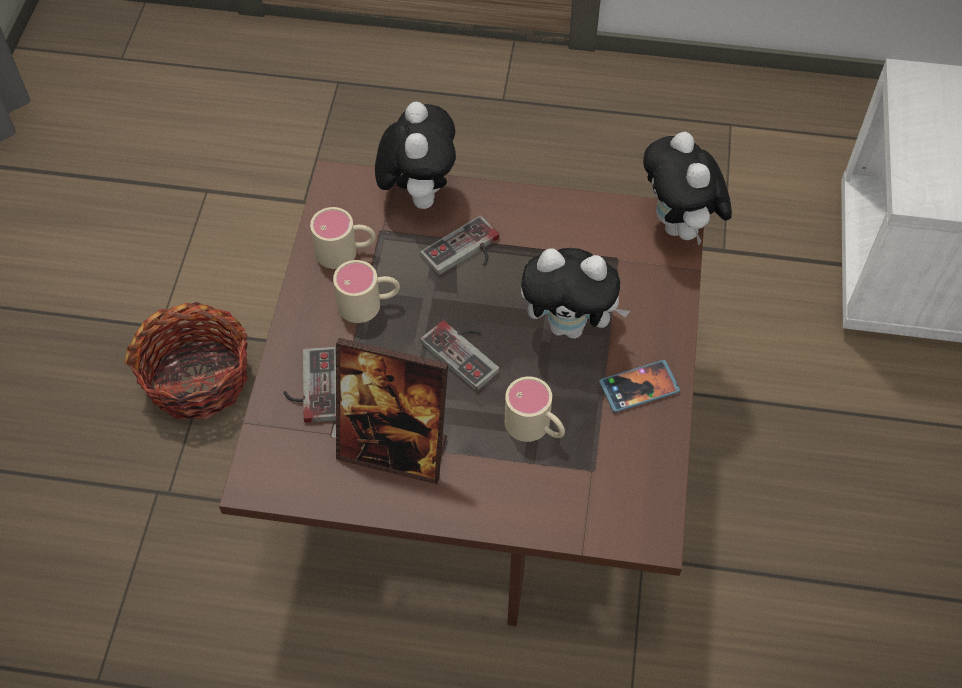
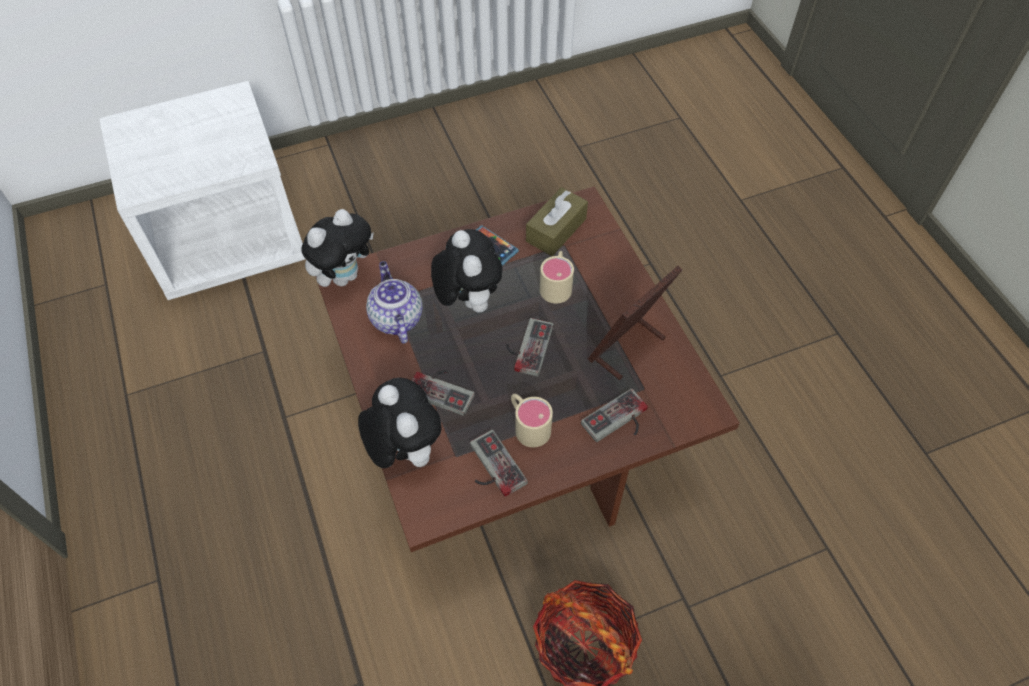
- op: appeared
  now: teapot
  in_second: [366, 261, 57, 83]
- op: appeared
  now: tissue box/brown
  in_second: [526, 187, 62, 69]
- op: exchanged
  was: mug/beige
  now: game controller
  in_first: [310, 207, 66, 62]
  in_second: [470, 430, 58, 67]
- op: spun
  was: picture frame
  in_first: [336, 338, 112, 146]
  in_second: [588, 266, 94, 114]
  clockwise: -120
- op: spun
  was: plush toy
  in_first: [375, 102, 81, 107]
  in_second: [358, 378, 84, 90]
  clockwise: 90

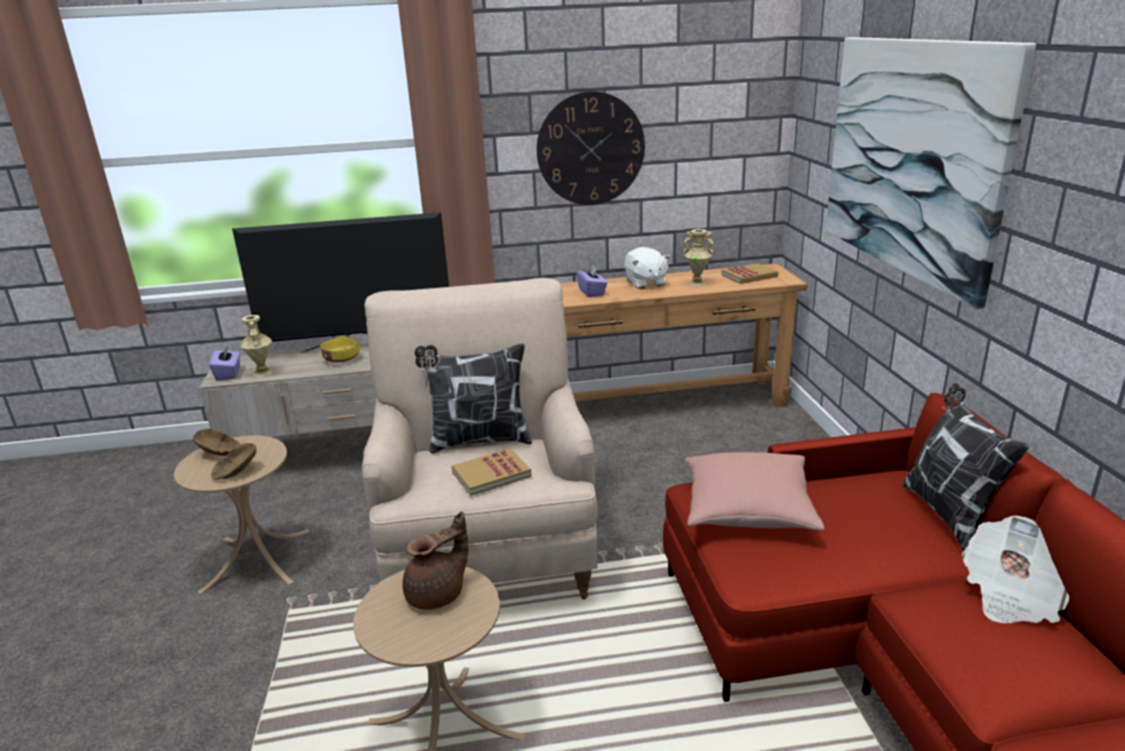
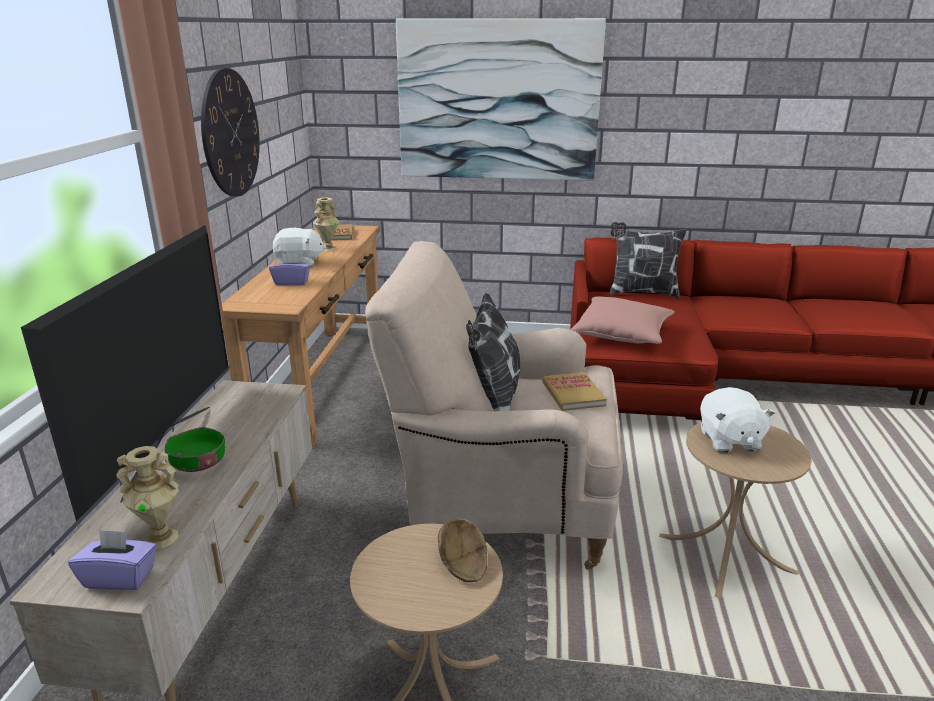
- op: missing
  was: bowl/brown
  in_first: [193, 428, 48, 28]
- op: missing
  was: newspaper
  in_first: [962, 516, 107, 107]
- op: exchanged
  was: teapot/brown
  now: plush toy/white
  in_first: [402, 511, 67, 99]
  in_second: [700, 387, 75, 66]
- op: colour
  was: bowl/yellow
  now: bowl/green
  in_first: [320, 335, 40, 27]
  in_second: [165, 427, 60, 45]

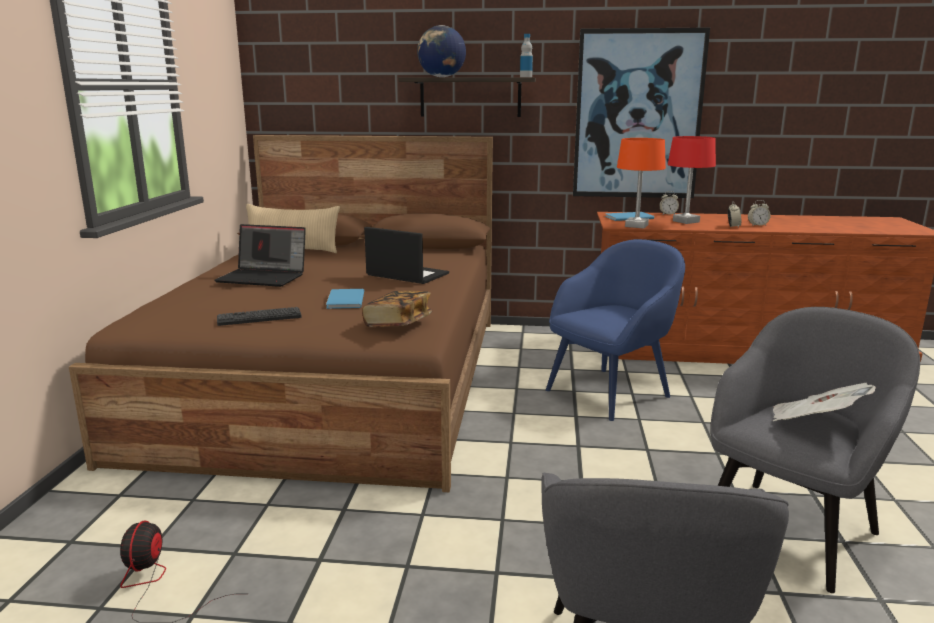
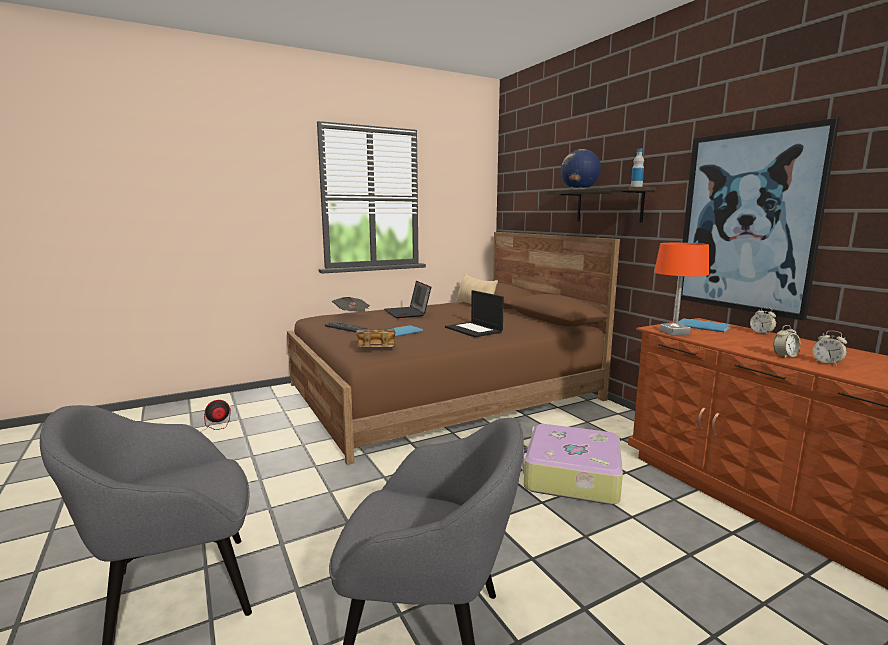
- op: missing
  was: table lamp/red
  in_first: [668, 136, 48, 88]
- op: relocated
  was: newspaper
  in_first: [773, 383, 103, 38]
  in_second: [332, 297, 38, 15]
- op: exchanged
  was: armchair/blue
  now: suitcase
  in_first: [546, 239, 139, 182]
  in_second: [521, 424, 102, 81]
- op: spun
  was: laptop
  in_first: [364, 227, 85, 57]
  in_second: [445, 290, 59, 47]
  clockwise: 150

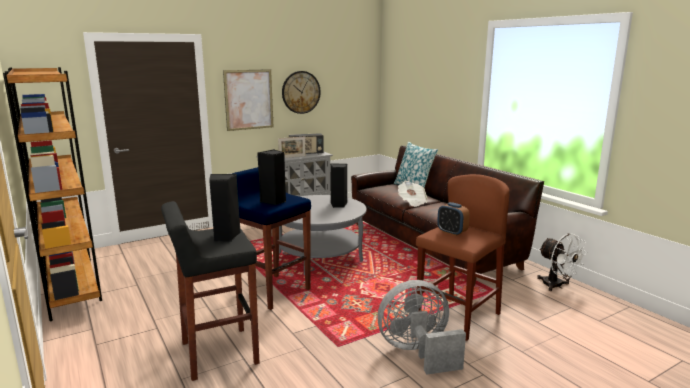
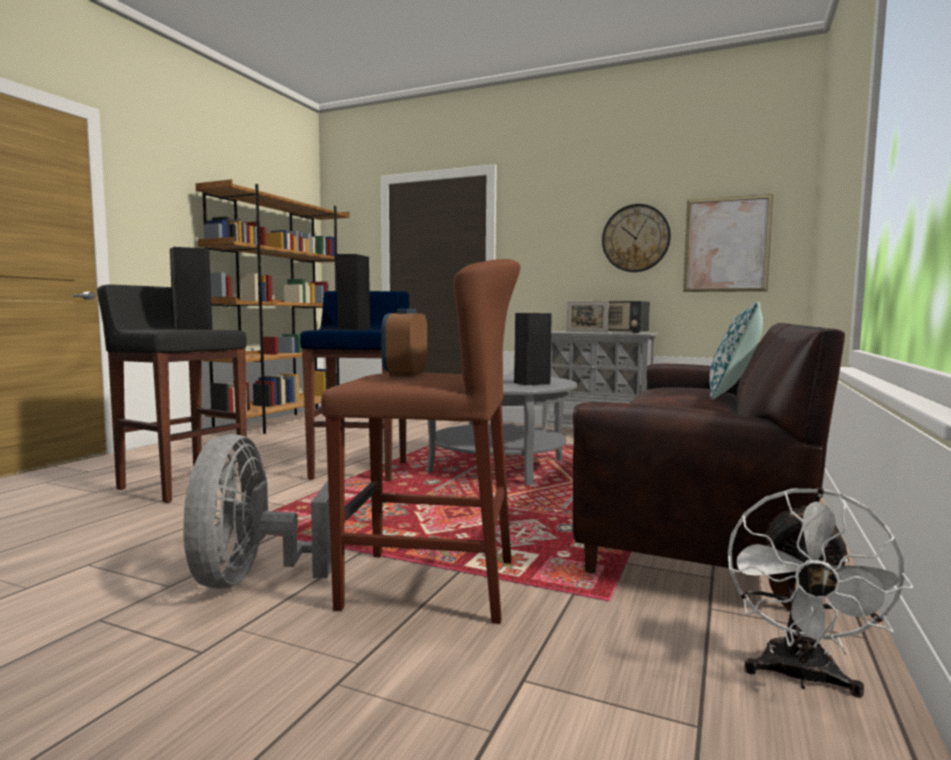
- op: missing
  was: newspaper
  in_first: [398, 181, 30, 26]
- op: relocated
  was: picture
  in_first: [223, 69, 50, 62]
  in_second: [683, 194, 91, 98]
- op: spun
  was: fan/grey
  in_first: [377, 280, 89, 95]
  in_second: [183, 434, 148, 155]
  clockwise: -135

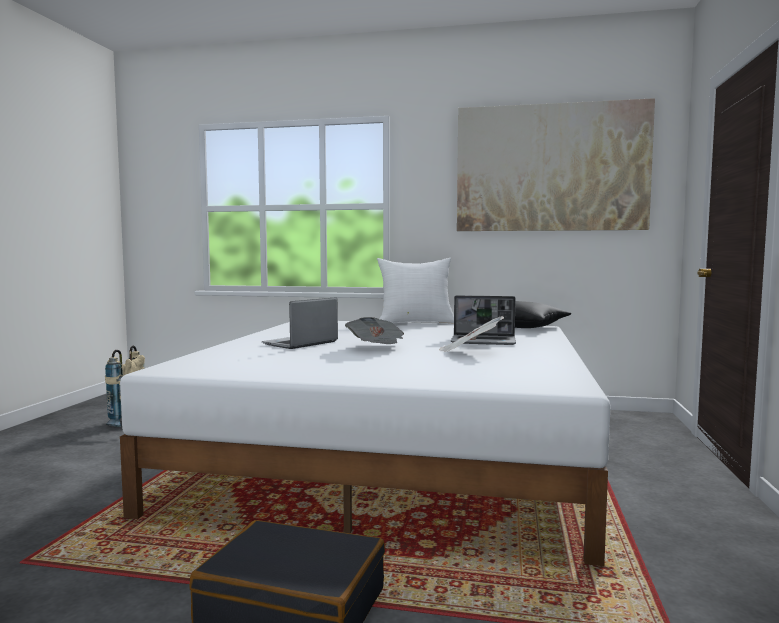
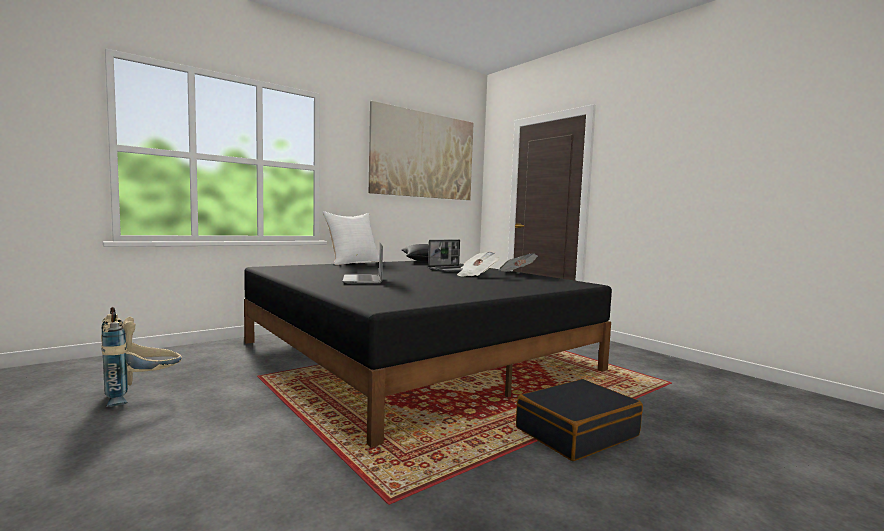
- op: relocated
  was: newspaper
  in_first: [345, 317, 59, 27]
  in_second: [498, 253, 40, 19]
- op: colour
  was: bed/white
  now: bed/black
  in_first: [120, 321, 491, 245]
  in_second: [244, 261, 368, 187]

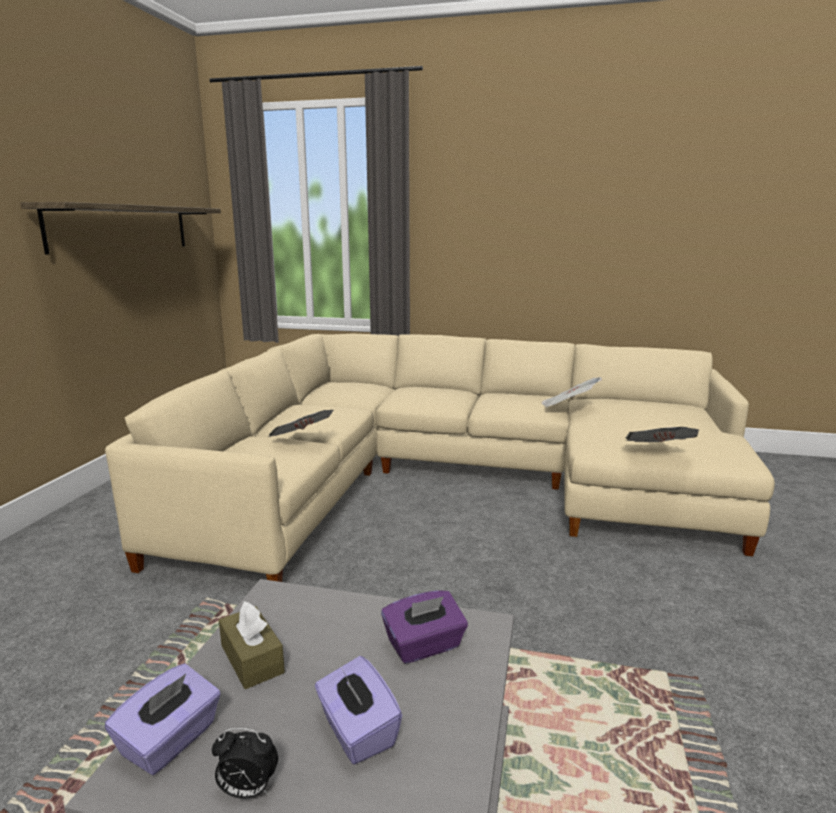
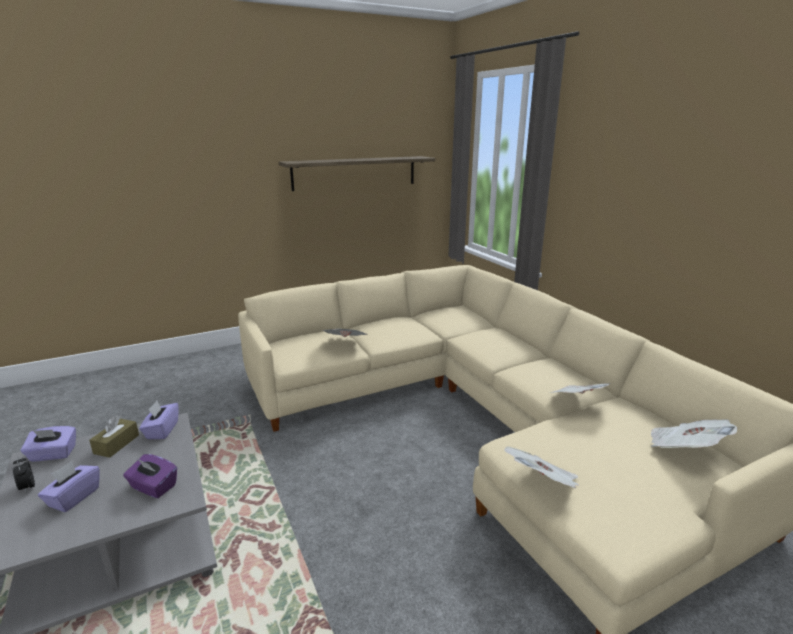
- op: appeared
  now: tissue box/purple
  in_second: [139, 401, 40, 38]
- op: appeared
  now: newspaper
  in_second: [651, 420, 87, 28]

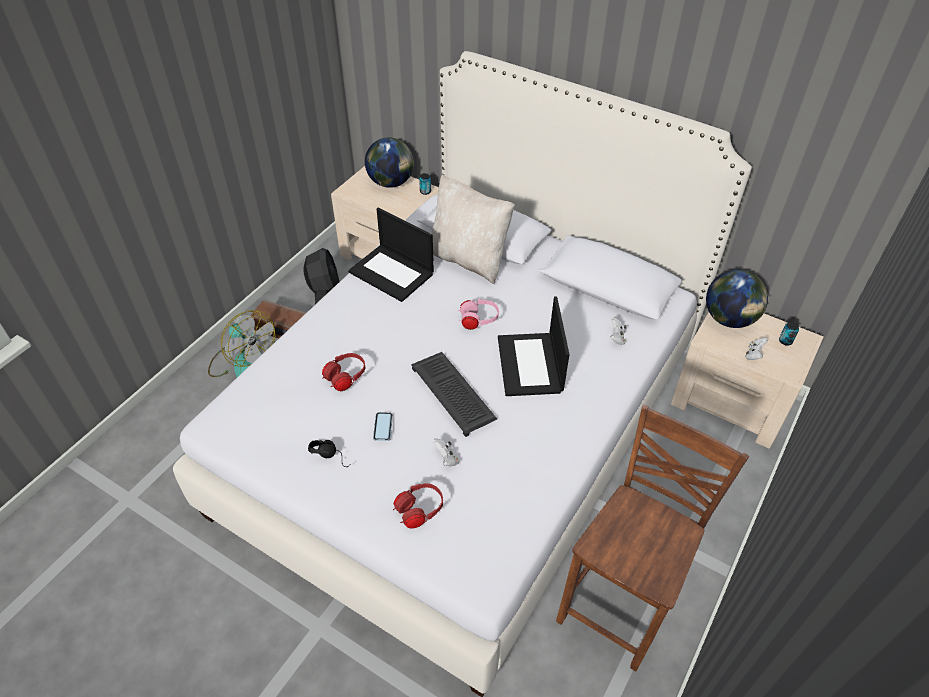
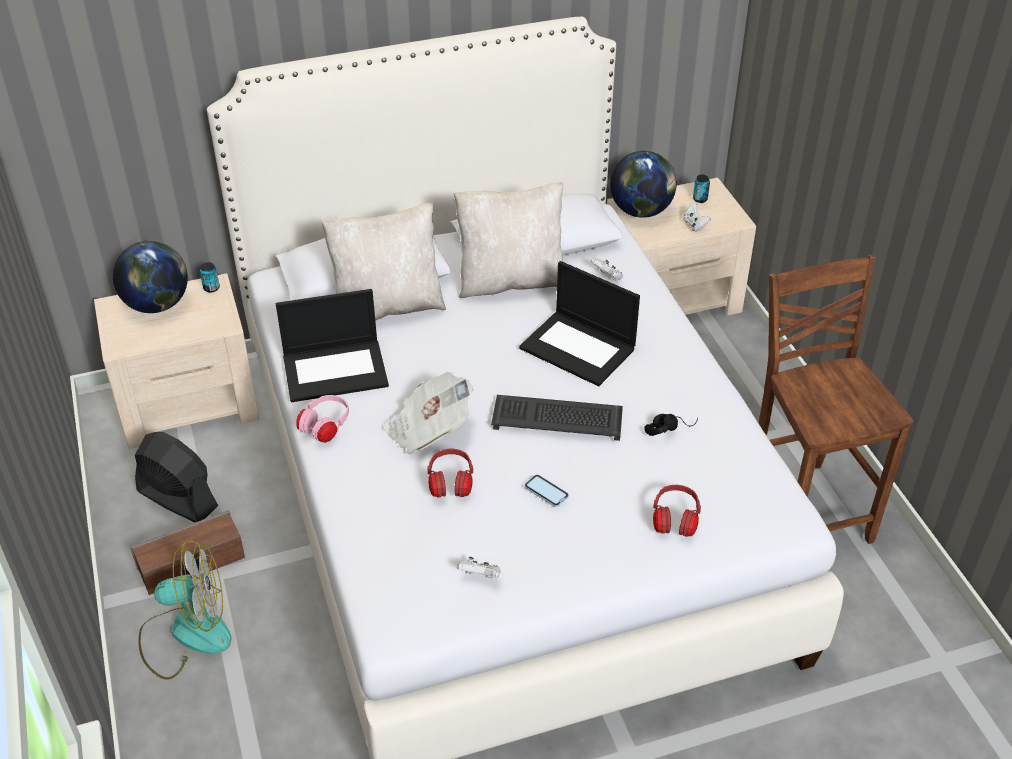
- op: appeared
  now: newspaper
  in_second: [383, 372, 90, 82]
- op: appeared
  now: pillow/beige
  in_second: [454, 182, 109, 116]
- op: relocated
  was: headphones/black
  in_first: [308, 440, 43, 27]
  in_second: [644, 414, 54, 22]
- op: relocated
  was: game controller/white
  in_first: [432, 438, 27, 28]
  in_second: [457, 557, 43, 21]
- op: relocated
  was: headphones/pink
  in_first: [458, 299, 41, 31]
  in_second: [296, 395, 53, 48]

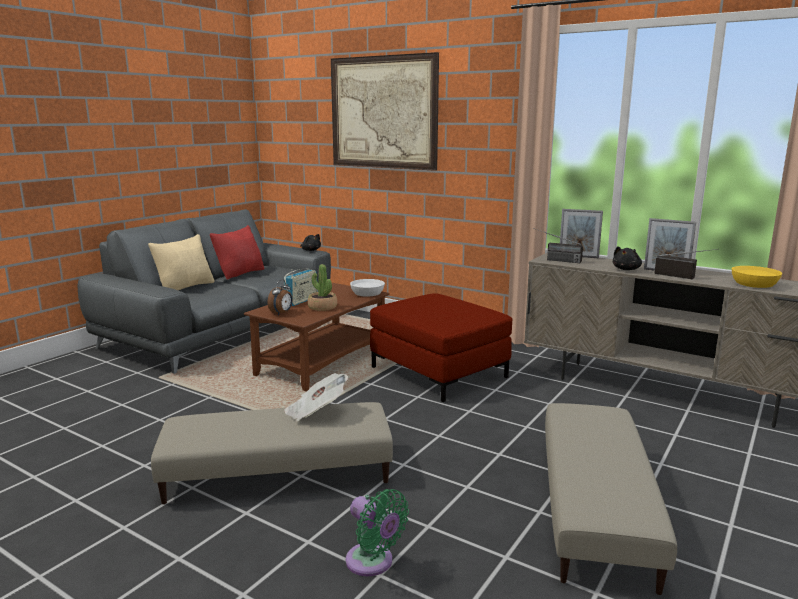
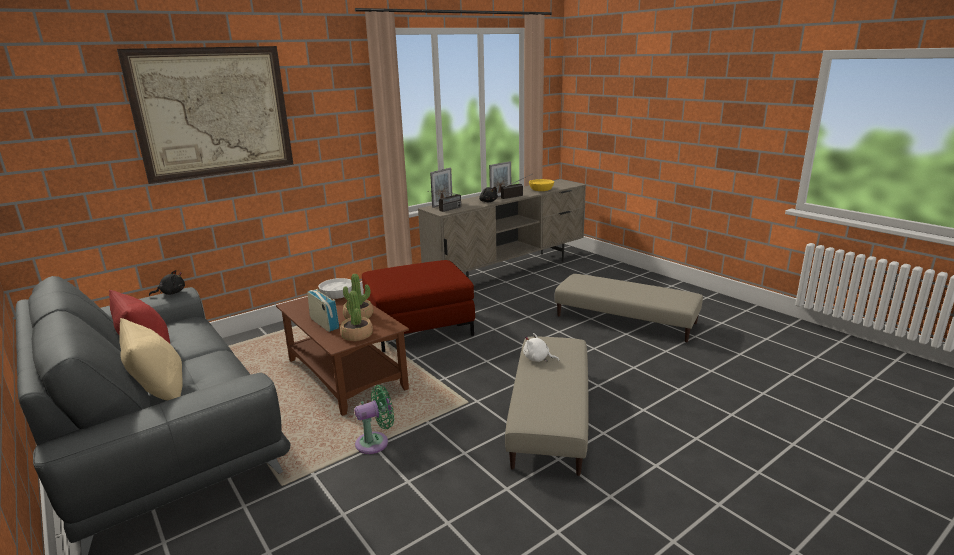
- op: relocated
  was: fan/green
  in_first: [346, 489, 63, 87]
  in_second: [354, 385, 40, 69]
- op: exchanged
  was: alarm clock
  now: potted plant
  in_first: [268, 279, 24, 36]
  in_second: [340, 291, 33, 50]
- op: exchanged
  was: newspaper
  now: plush toy/white
  in_first: [284, 373, 65, 48]
  in_second: [523, 333, 36, 29]

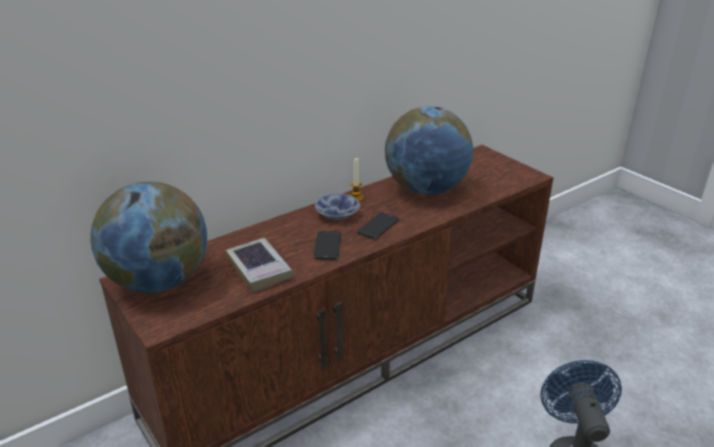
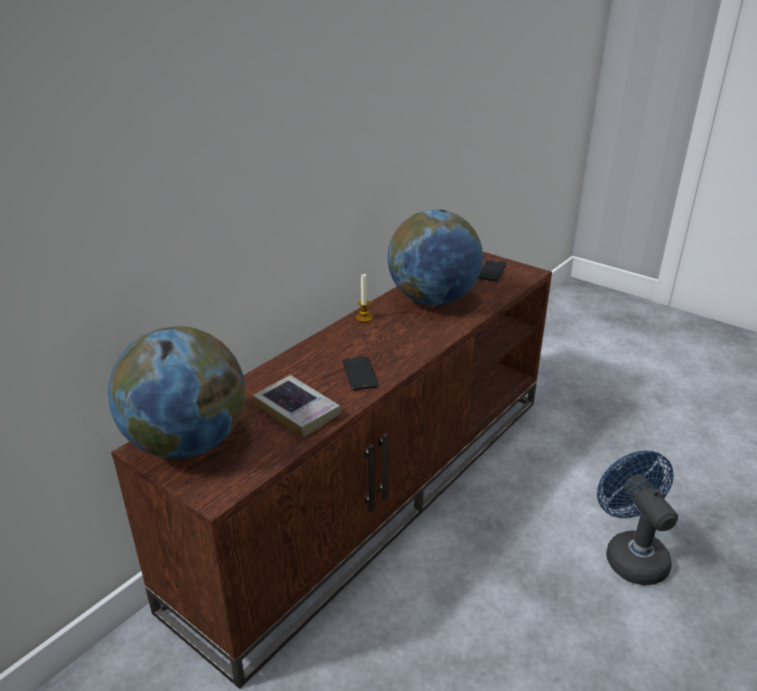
- op: missing
  was: bowl
  in_first: [315, 194, 45, 27]
- op: relocated
  was: phone
  in_first: [357, 212, 43, 28]
  in_second: [478, 260, 28, 21]

